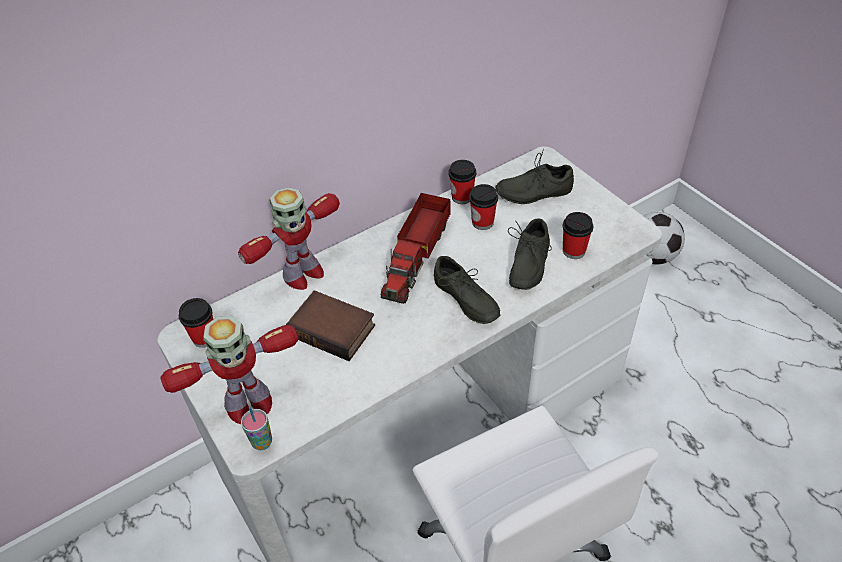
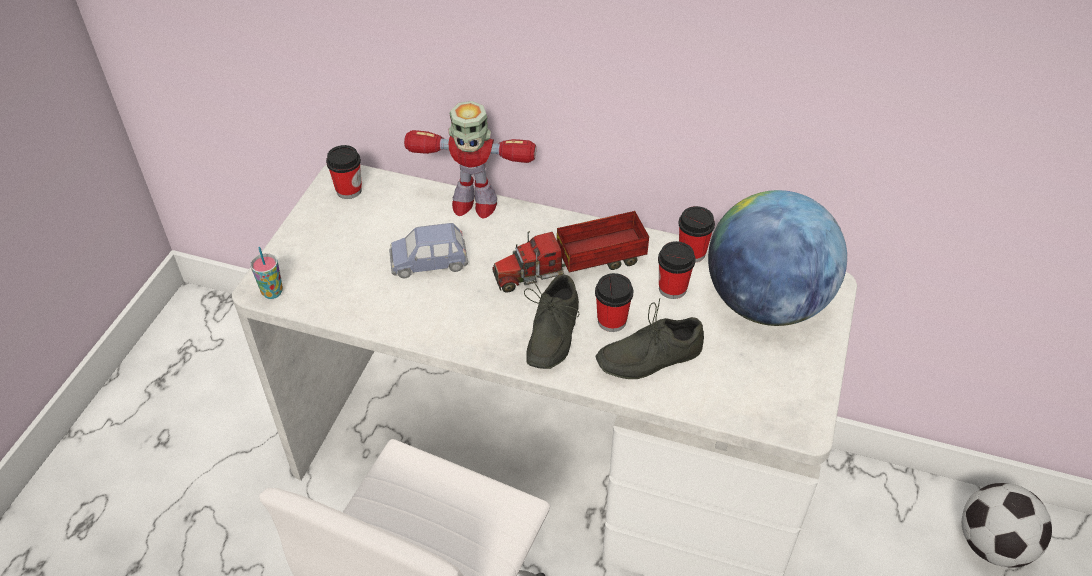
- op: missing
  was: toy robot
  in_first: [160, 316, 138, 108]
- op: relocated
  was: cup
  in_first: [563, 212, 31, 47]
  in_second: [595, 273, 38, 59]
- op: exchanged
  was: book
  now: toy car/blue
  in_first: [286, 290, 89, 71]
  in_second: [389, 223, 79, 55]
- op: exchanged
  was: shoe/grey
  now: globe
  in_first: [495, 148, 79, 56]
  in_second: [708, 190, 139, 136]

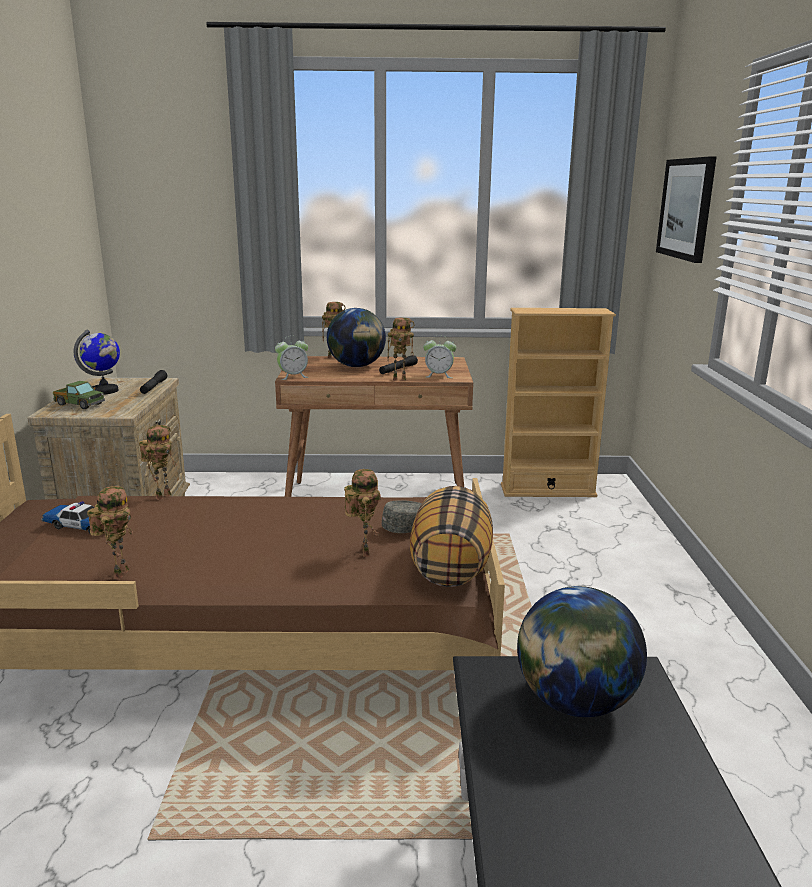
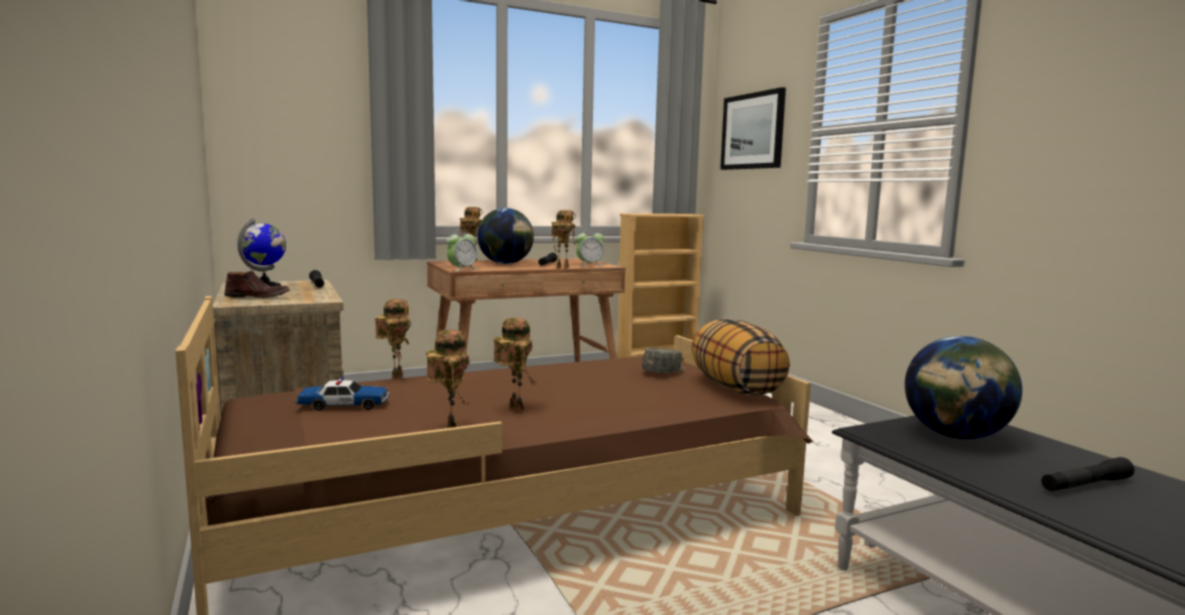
- op: appeared
  now: flashlight/black
  in_second: [1041, 457, 94, 34]
- op: relocated
  was: toy robot
  in_first: [344, 469, 37, 88]
  in_second: [493, 318, 43, 94]
- op: exchanged
  was: toy truck
  now: shoe/brown
  in_first: [53, 381, 52, 28]
  in_second: [224, 270, 66, 28]

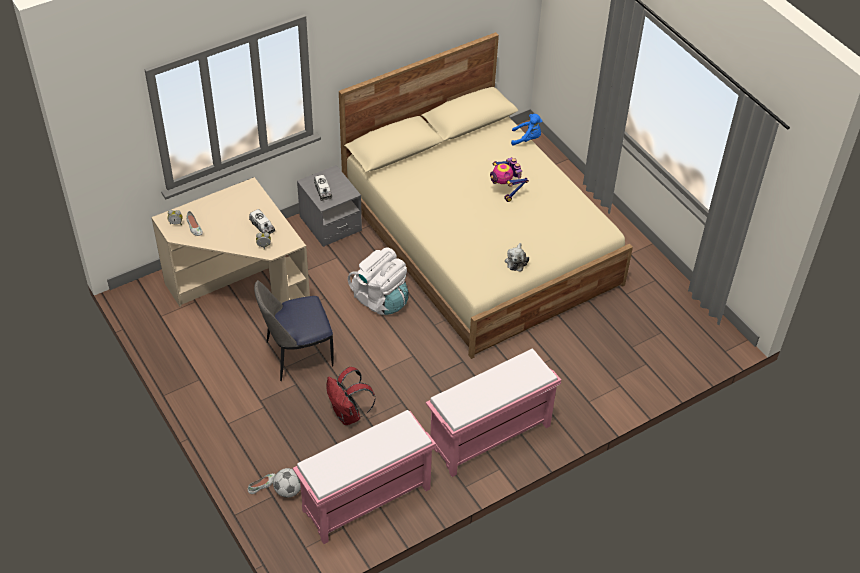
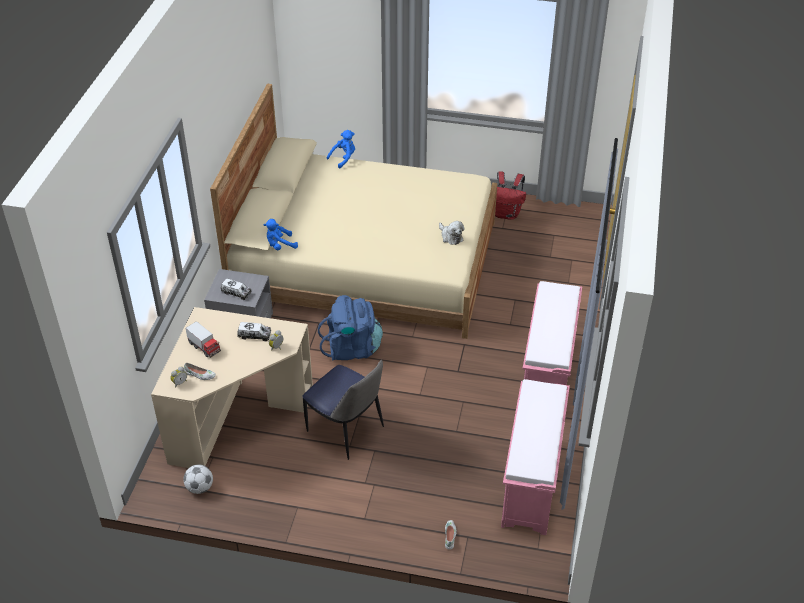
- op: missing
  was: toy robot
  in_first: [490, 157, 39, 45]
- op: appeared
  now: toy truck
  in_second: [186, 321, 35, 37]
- op: appeared
  now: plush toy/blue
  in_second: [264, 219, 34, 31]
- op: relocated
  was: football
  in_first: [273, 468, 28, 30]
  in_second: [183, 464, 30, 30]
- op: relocated
  was: backpack/red
  in_first: [326, 367, 50, 58]
  in_second: [495, 171, 31, 48]
- op: colour
  was: backpack/white
  now: backpack/blue
  in_first: [348, 248, 60, 67]
  in_second: [318, 295, 65, 65]
- op: spun
  was: chair
  in_first: [254, 280, 80, 101]
  in_second: [302, 360, 82, 100]
  clockwise: -75

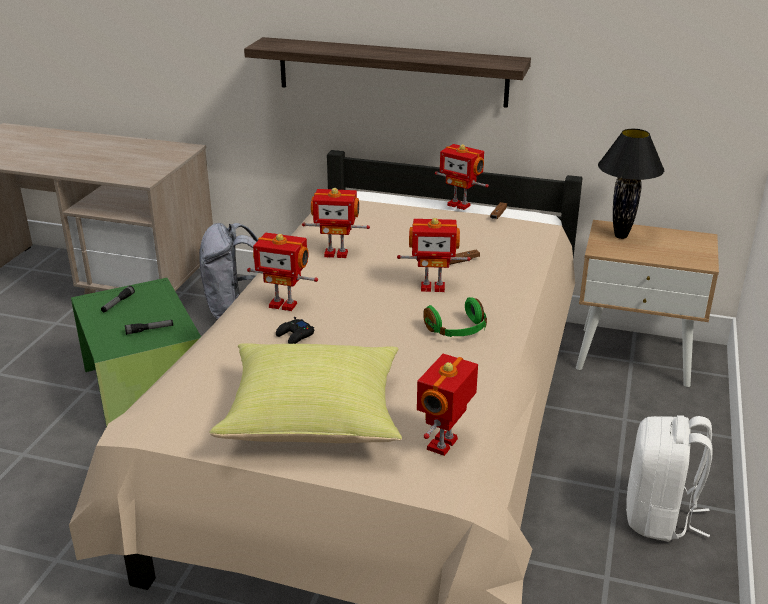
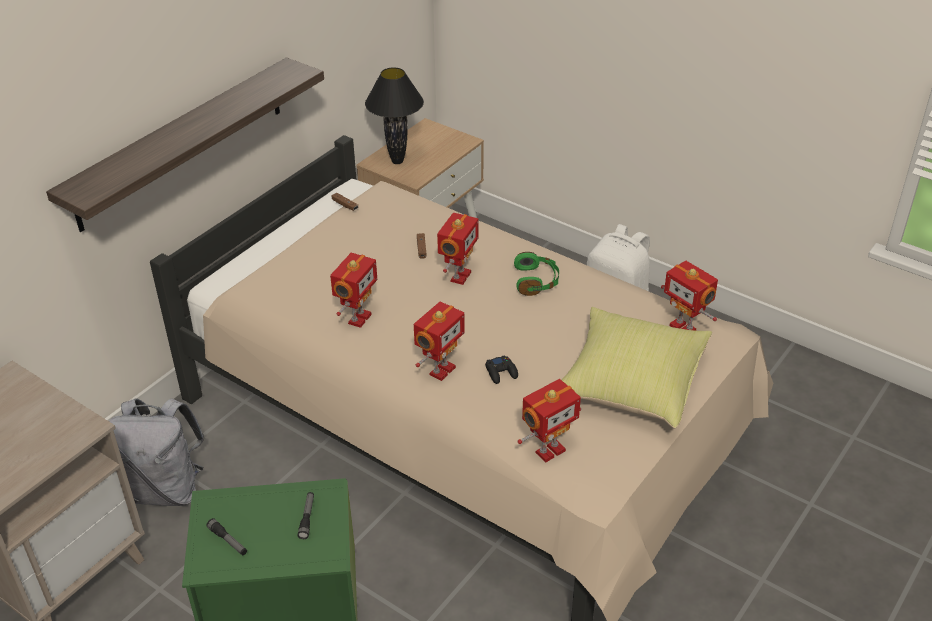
- op: relocated
  was: toy robot
  in_first: [435, 144, 54, 66]
  in_second: [517, 379, 64, 83]

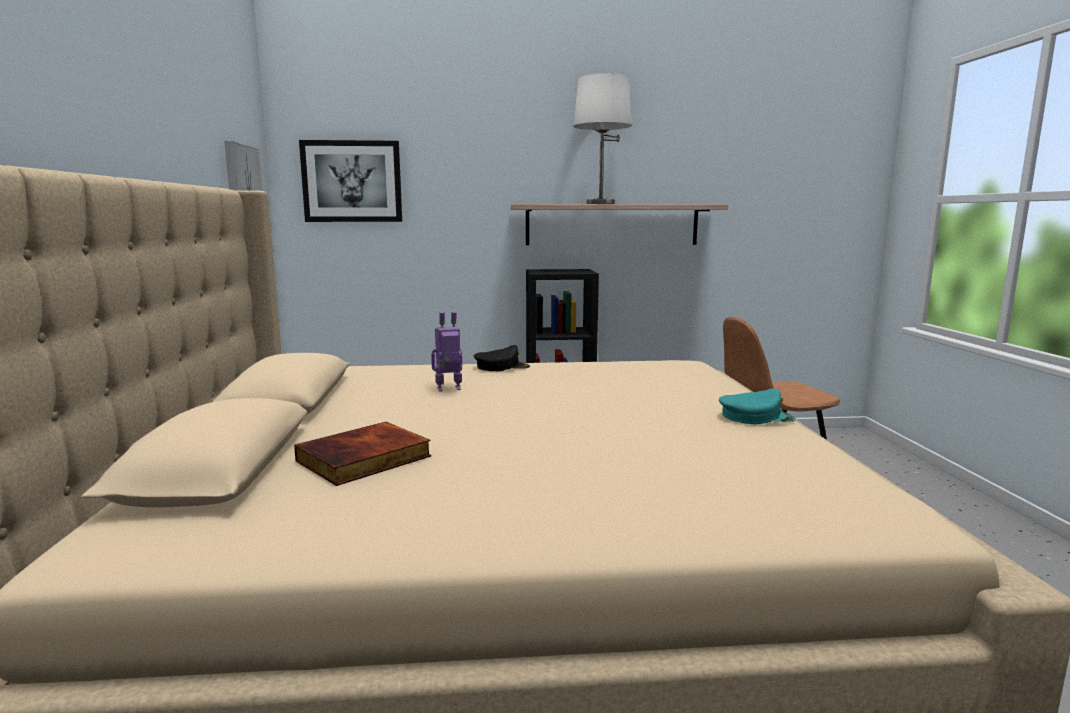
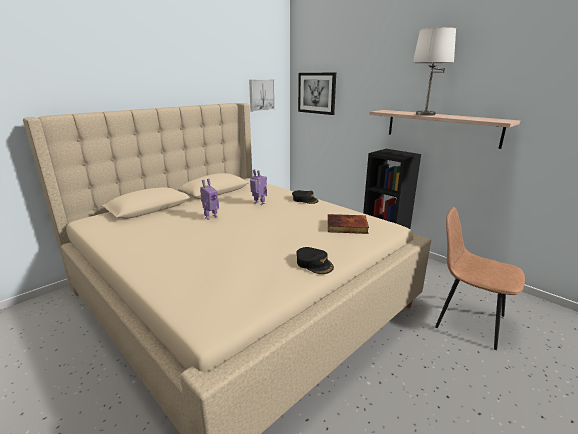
- op: appeared
  now: toy robot
  in_second: [200, 179, 19, 41]
- op: relocated
  was: book
  in_first: [294, 422, 137, 64]
  in_second: [328, 214, 41, 20]
- op: colour
  was: cap/turquoise
  now: cap/black
  in_first: [719, 389, 77, 36]
  in_second: [296, 247, 38, 27]

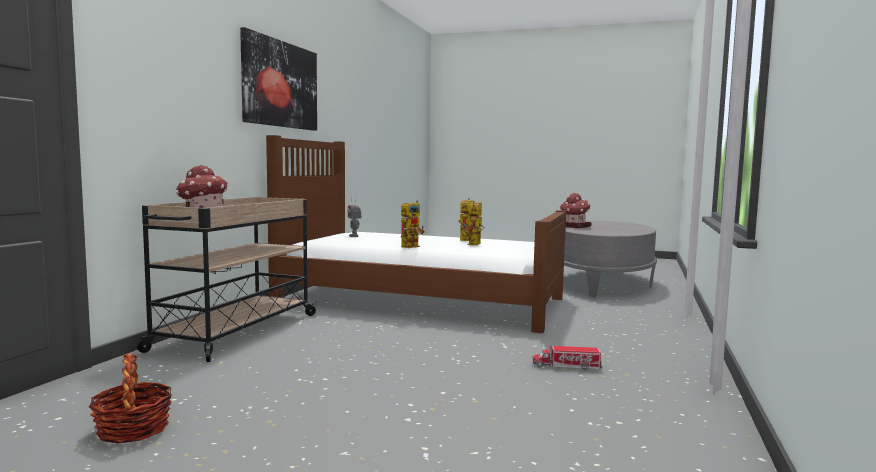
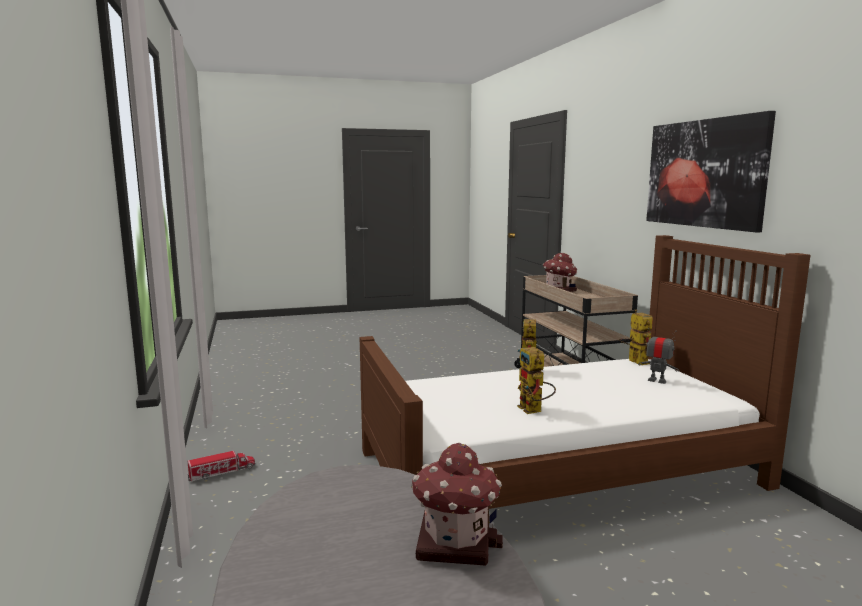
- op: missing
  was: basket
  in_first: [89, 353, 83, 90]
- op: relocated
  was: toy robot
  in_first: [464, 201, 20, 44]
  in_second: [619, 310, 34, 55]
- op: relocated
  was: toy truck
  in_first: [532, 345, 71, 25]
  in_second: [188, 451, 67, 30]

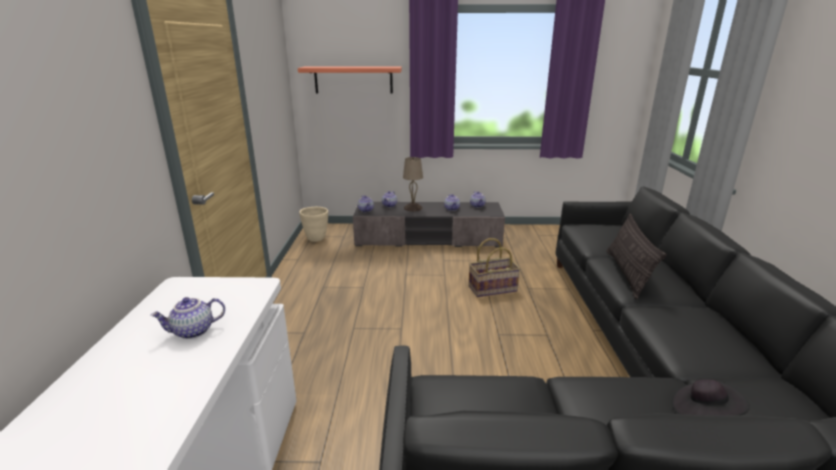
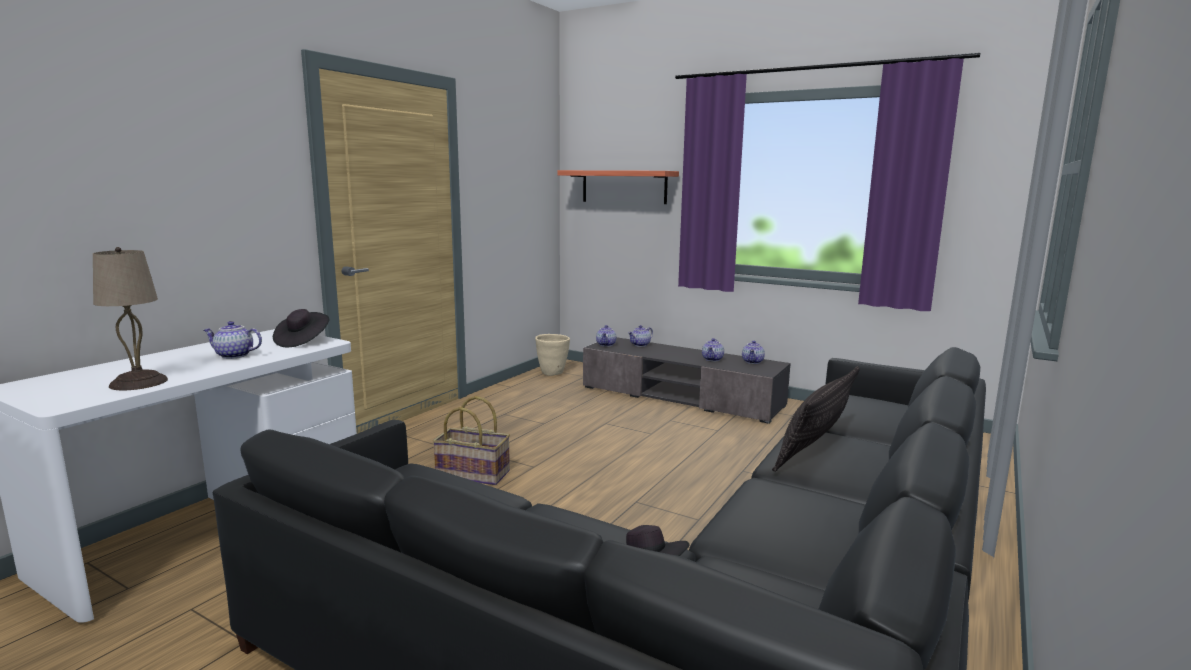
- op: appeared
  now: hat/black
  in_second: [273, 309, 56, 38]
- op: relocated
  was: table lamp/beige
  in_first: [403, 157, 20, 54]
  in_second: [93, 247, 75, 143]
- op: relocated
  was: basket
  in_first: [469, 238, 52, 59]
  in_second: [433, 396, 77, 89]

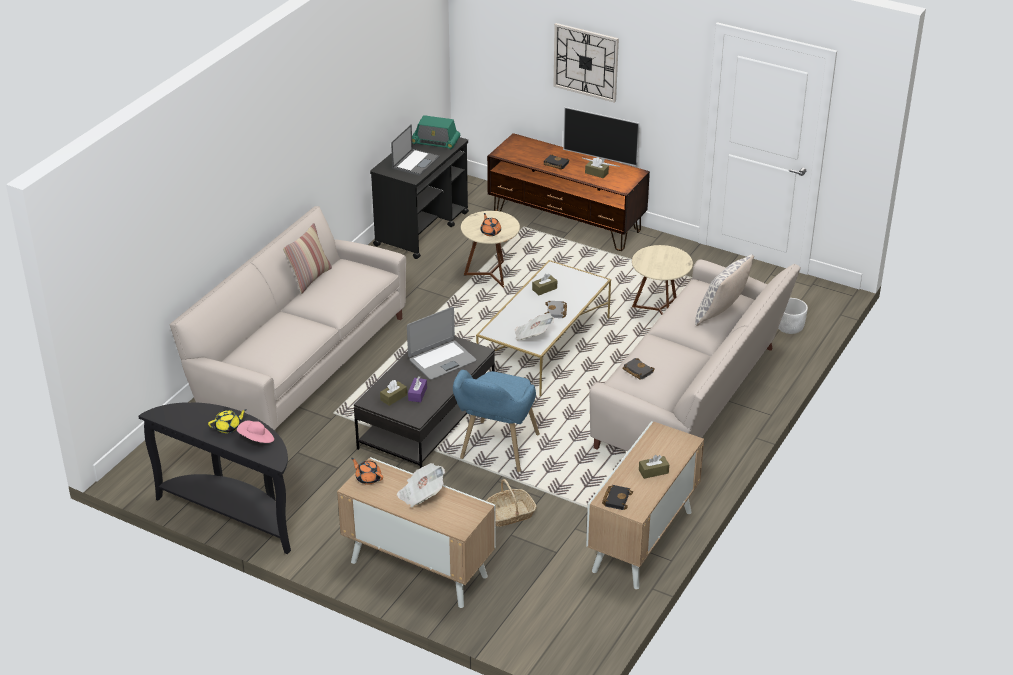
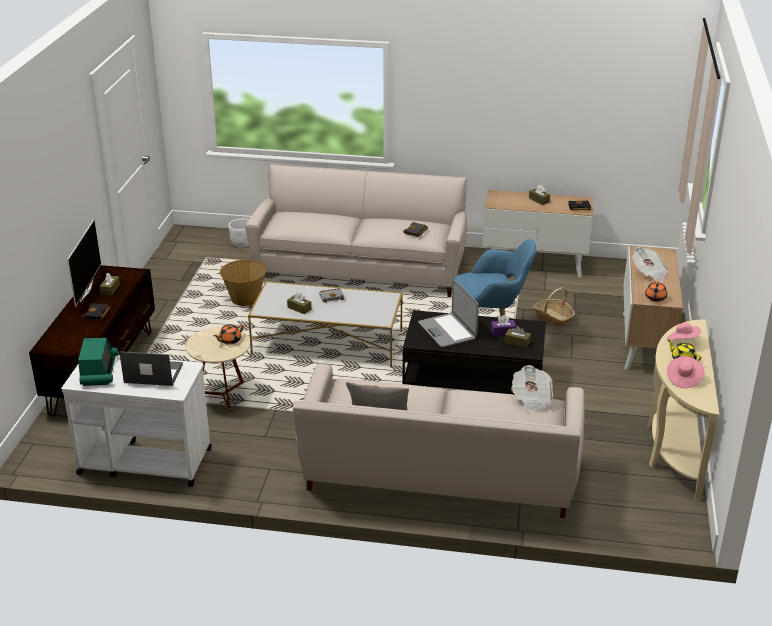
- op: missing
  was: wall clock
  in_first: [553, 23, 66, 80]
- op: missing
  was: pillow
  in_first: [695, 254, 59, 72]
- op: appeared
  now: hat/pink
  in_second: [667, 356, 37, 32]
- op: relocated
  was: newspaper
  in_first: [515, 313, 39, 28]
  in_second: [511, 365, 42, 47]
- op: exchanged
  was: side table/beige
  now: basket
  in_first: [632, 245, 61, 70]
  in_second: [220, 260, 47, 46]
- op: colour
  was: console table/black
  now: console table/beige
  in_first: [138, 402, 153, 152]
  in_second: [647, 319, 72, 181]
- op: colour
  was: cart/black
  now: cart/white
  in_first: [370, 137, 99, 122]
  in_second: [61, 355, 150, 132]
- op: spun
  was: laptop
  in_first: [407, 307, 69, 73]
  in_second: [418, 280, 61, 67]
  clockwise: -150

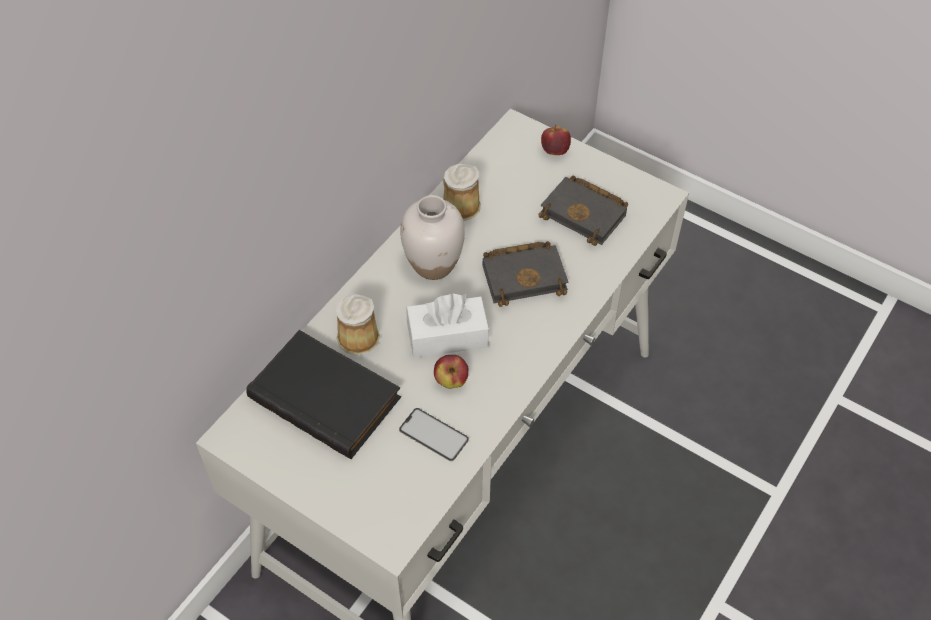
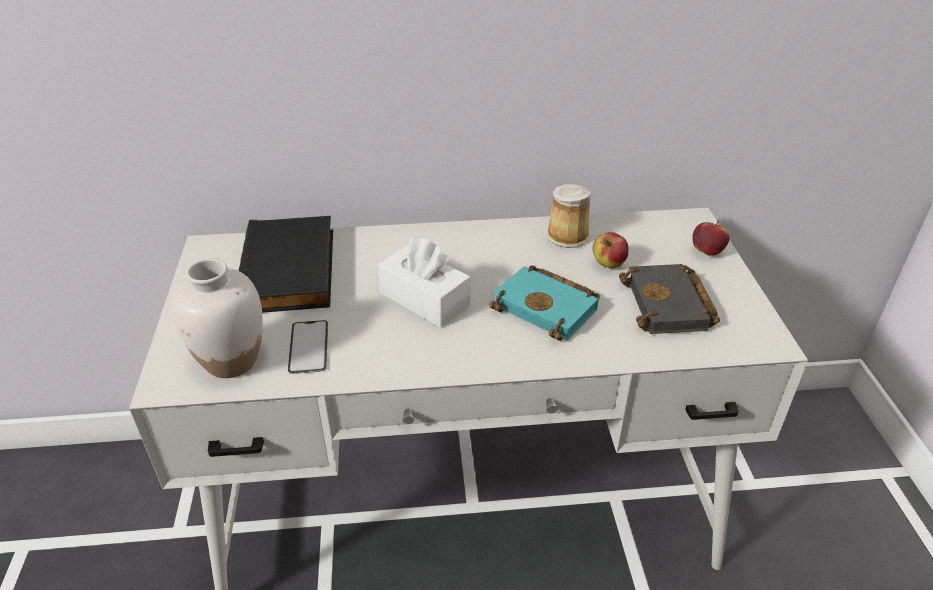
- op: missing
  was: mug
  in_first: [336, 294, 44, 62]
- op: relocated
  was: vase/white
  in_first: [400, 195, 65, 85]
  in_second: [172, 258, 90, 120]
- op: relocated
  was: apple
  in_first: [434, 355, 35, 34]
  in_second: [593, 232, 36, 36]
- op: colour
  was: book/black
  now: book/turquoise
  in_first: [483, 241, 85, 66]
  in_second: [490, 266, 110, 75]

